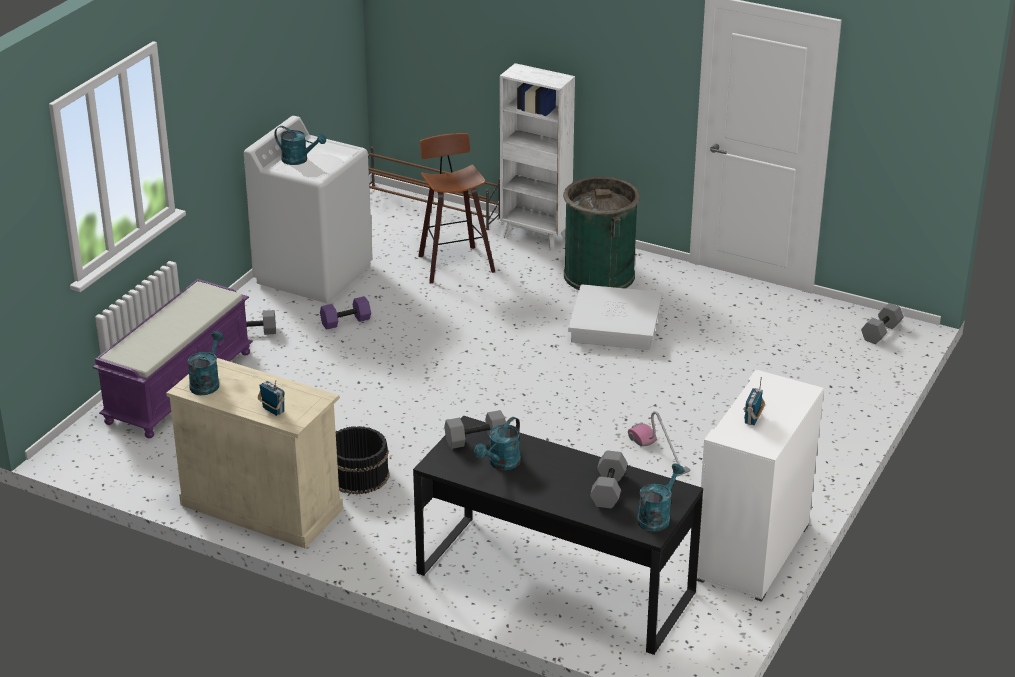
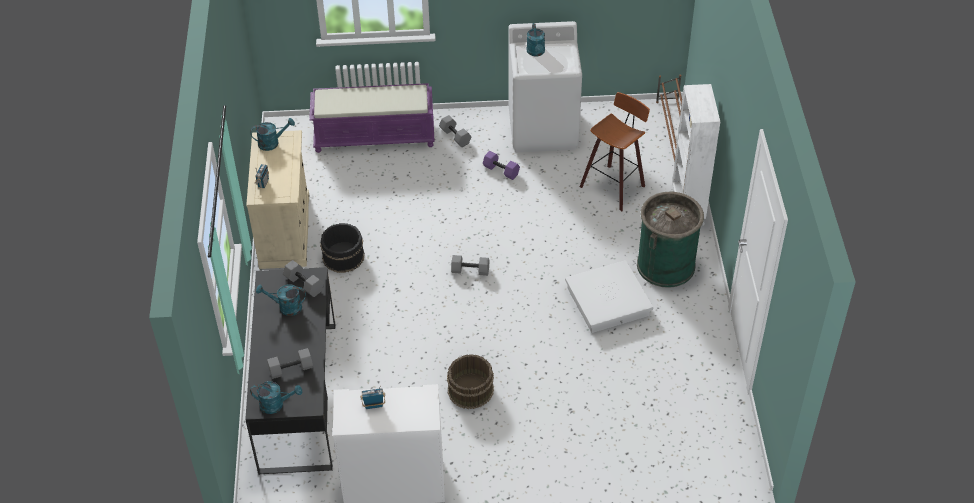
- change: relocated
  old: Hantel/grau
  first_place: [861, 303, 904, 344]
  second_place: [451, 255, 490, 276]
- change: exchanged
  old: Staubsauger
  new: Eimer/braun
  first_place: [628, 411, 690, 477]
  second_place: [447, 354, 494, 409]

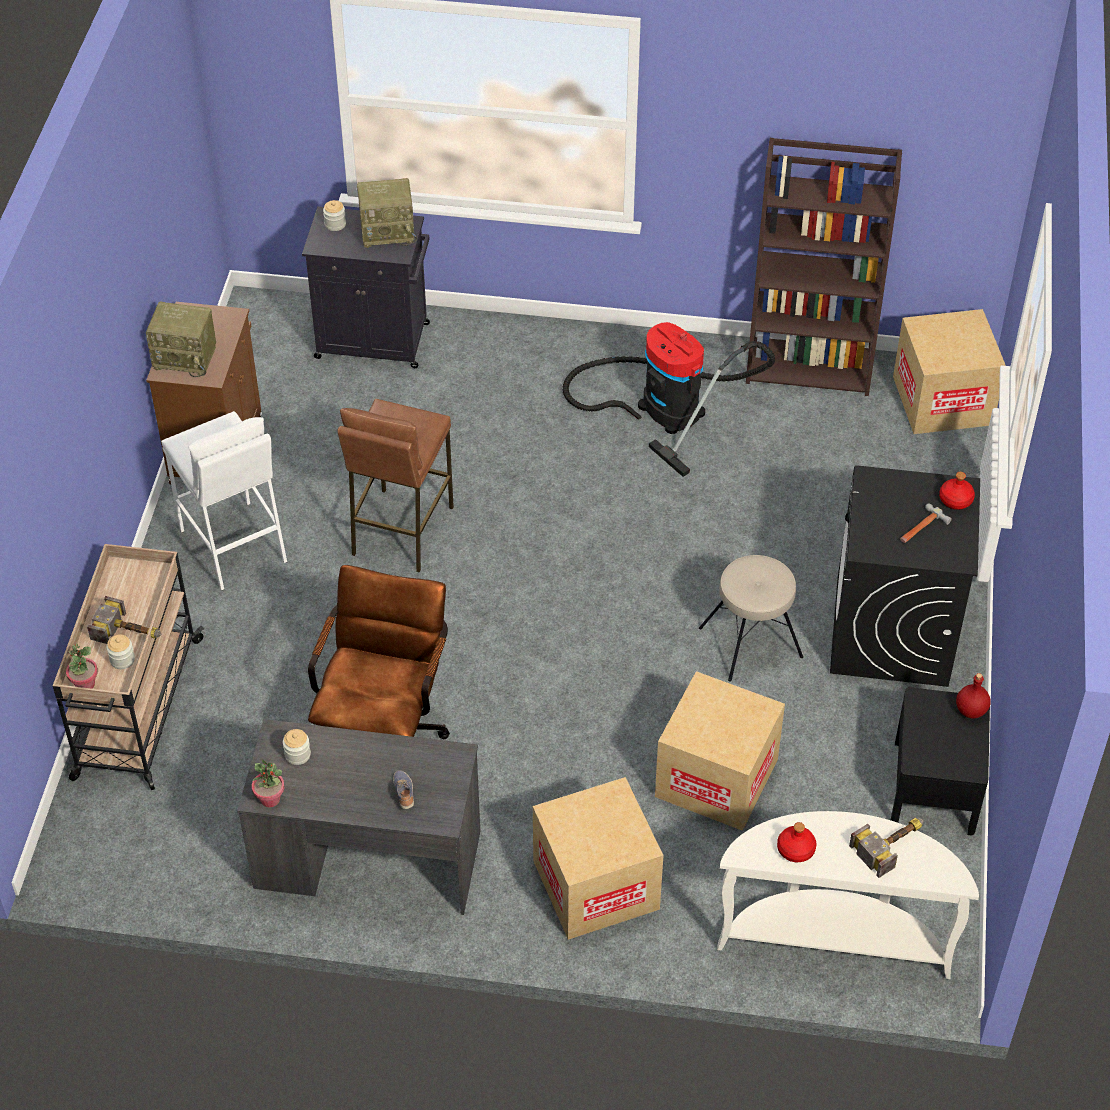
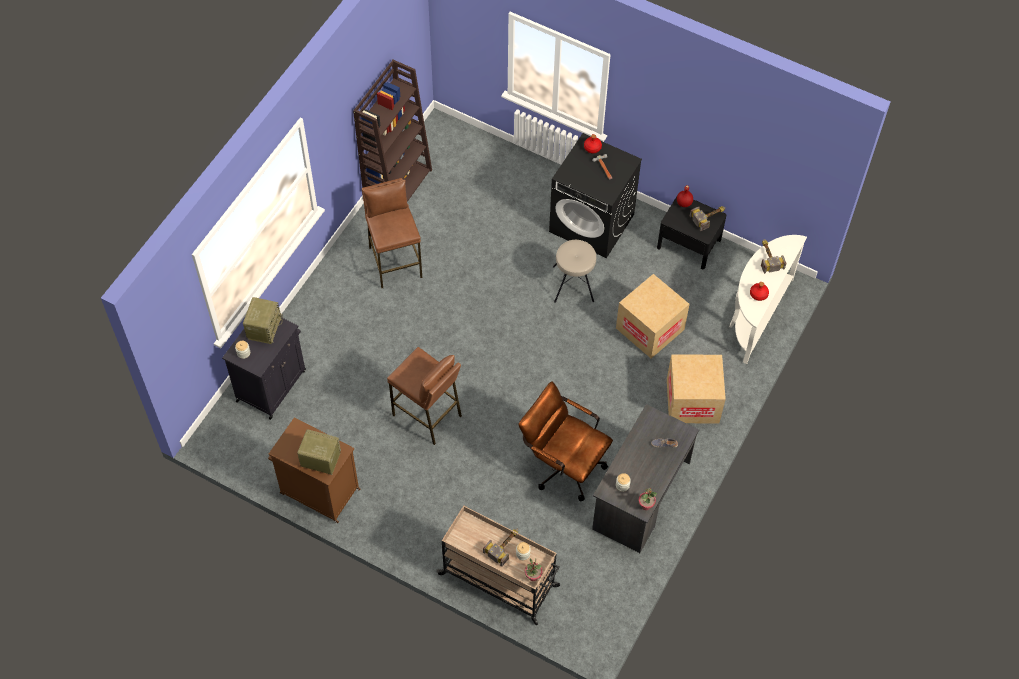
- change: spun
  old: Radio
  first_place: [146, 302, 216, 377]
  second_place: [297, 429, 341, 475]
  degrees: -105
- change: missing
  old: Karton
  first_place: [893, 309, 1006, 434]
- change: exchanged
  old: Staubsauger
  new: Hocker/braun
  first_place: [563, 322, 775, 477]
  second_place: [362, 178, 422, 288]
- change: missing
  old: Hocker/weiß
  first_place: [161, 411, 287, 591]
- change: appeared
  new: Hammer
  second_place: [690, 206, 725, 231]

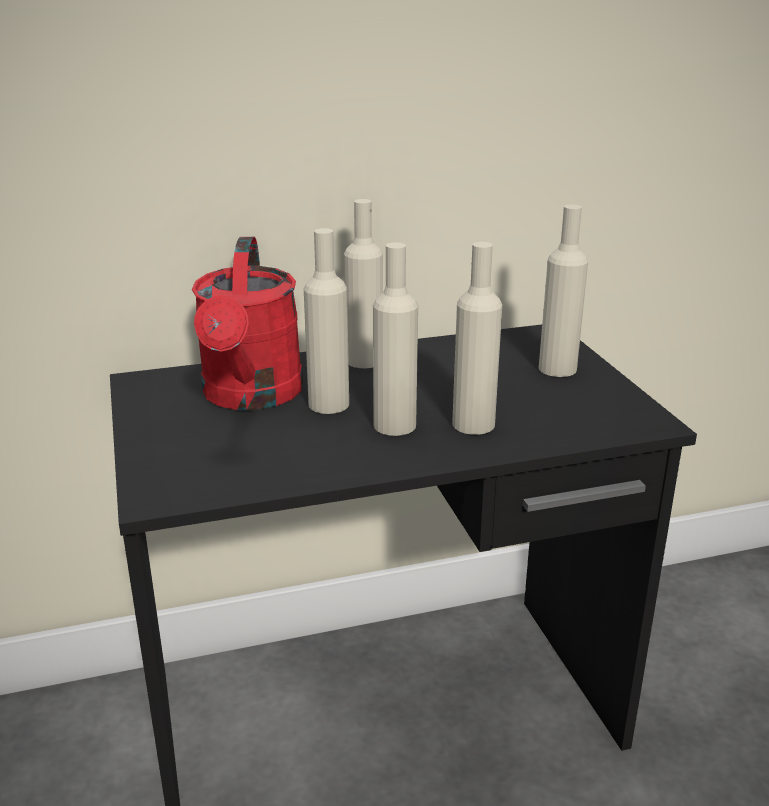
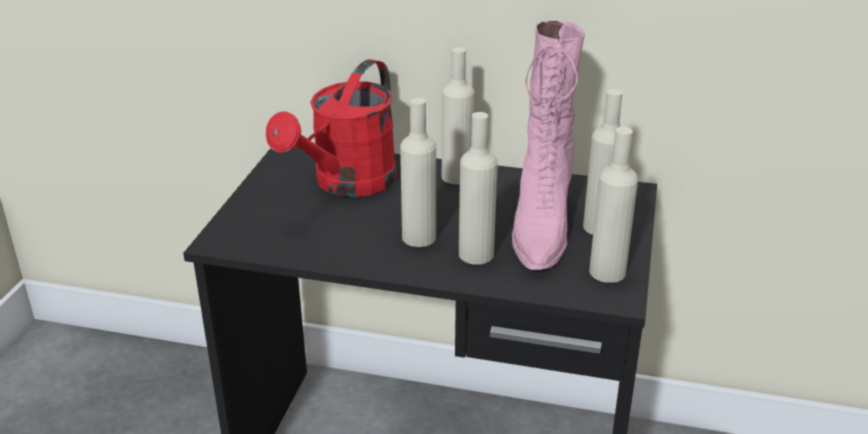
- change: relocated
  old: Flasche/beige
  first_place: [304, 228, 349, 414]
  second_place: [589, 127, 638, 283]
- change: appeared
  new: Stiefel/rosa
  second_place: [512, 20, 585, 270]

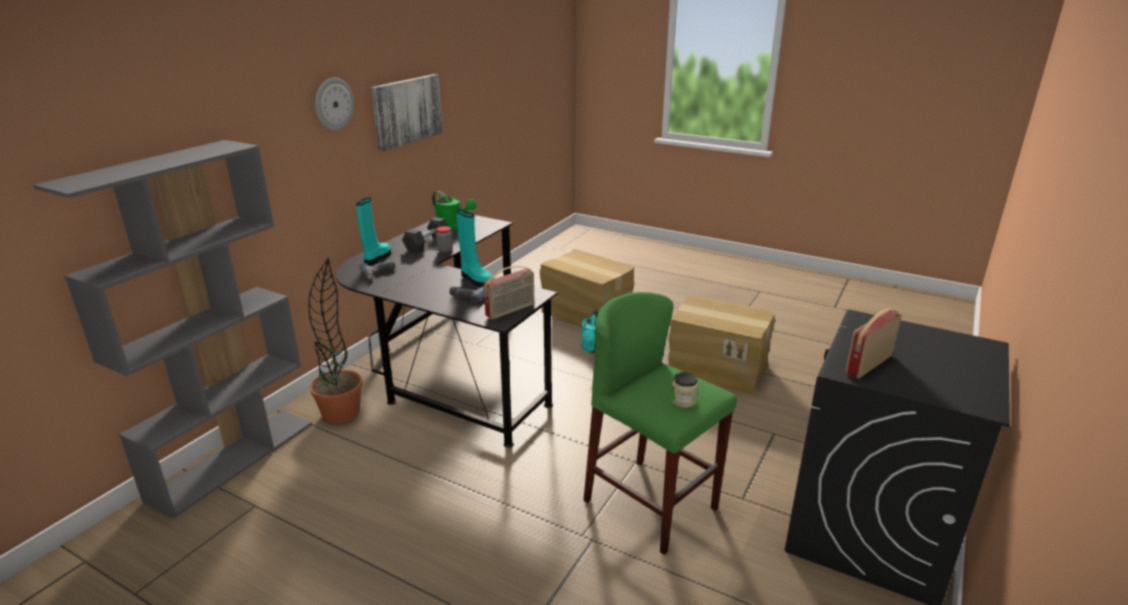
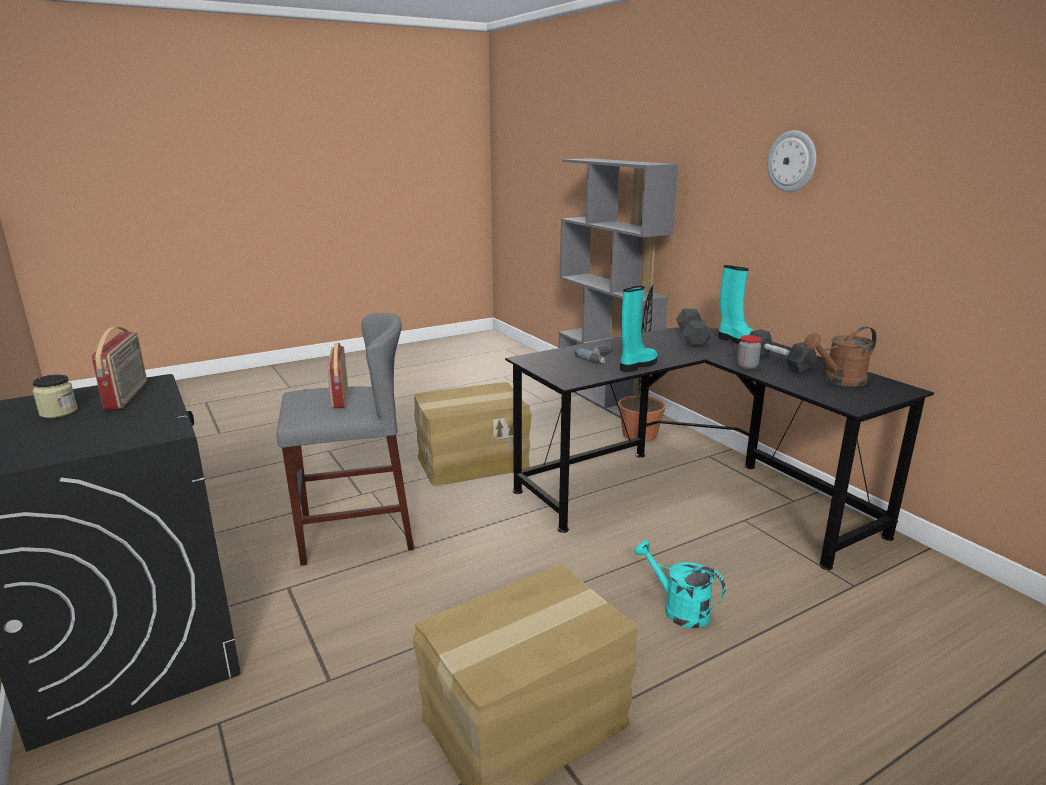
- change: missing
  old: Bild
  first_place: [371, 74, 443, 151]
- change: colour
  old: Gießkanne/grün
  new: Gießkanne/braun
  first_place: [432, 191, 476, 231]
  second_place: [804, 326, 877, 387]
- change: spun
  old: Stiefel/türkis
  first_place: [457, 210, 495, 287]
  second_place: [620, 286, 658, 372]
  degrees: 150
- change: relocated
  old: Karton
  first_place: [540, 249, 634, 327]
  second_place: [414, 382, 532, 486]
- change: exchanged
  old: Bohrmaschine
  new: Hantel/schwarz
  first_place: [359, 261, 395, 280]
  second_place: [676, 309, 712, 347]
- change: relocated
  old: Radio
  first_place: [484, 266, 534, 319]
  second_place: [327, 343, 348, 408]
- change: colour
  old: Hocker/grün
  new: Hocker/grau
  first_place: [583, 292, 737, 555]
  second_place: [277, 313, 414, 566]
- change: relocated
  old: Vorratsglas
  first_place: [671, 372, 698, 408]
  second_place: [33, 374, 78, 418]

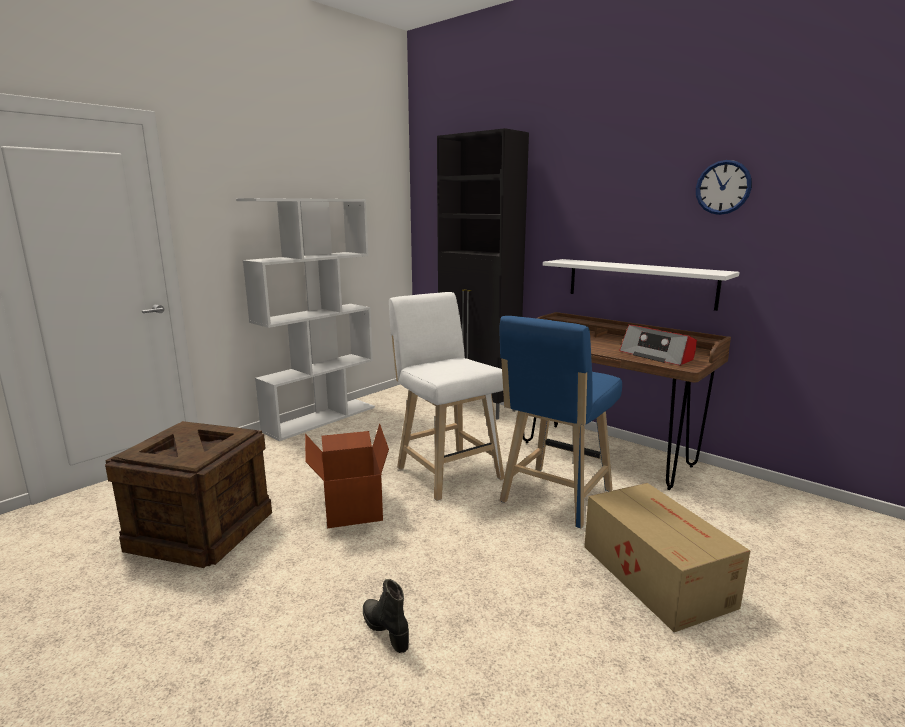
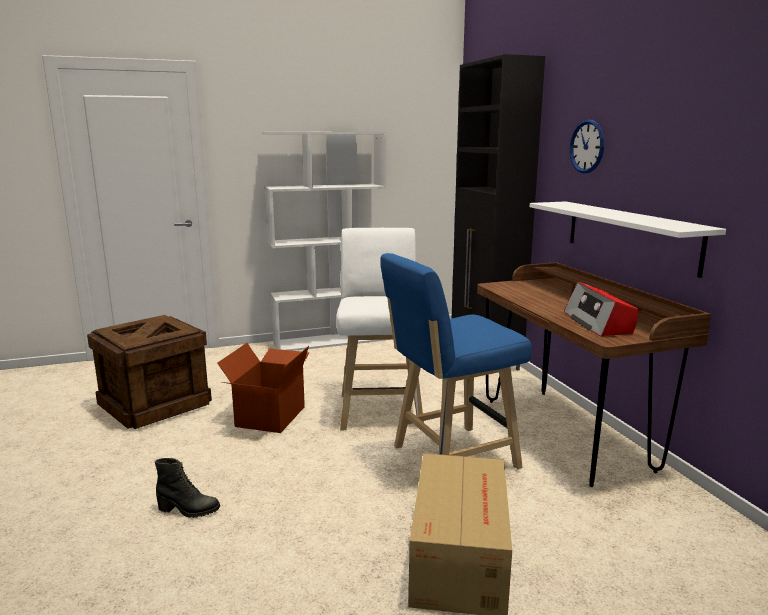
- change: relocated
  old: Wanduhr
  first_place: [696, 160, 752, 215]
  second_place: [570, 120, 604, 173]
- change: spun
  old: Stiefel/schwarz
  first_place: [363, 579, 409, 653]
  second_place: [155, 458, 220, 518]
  degrees: 105

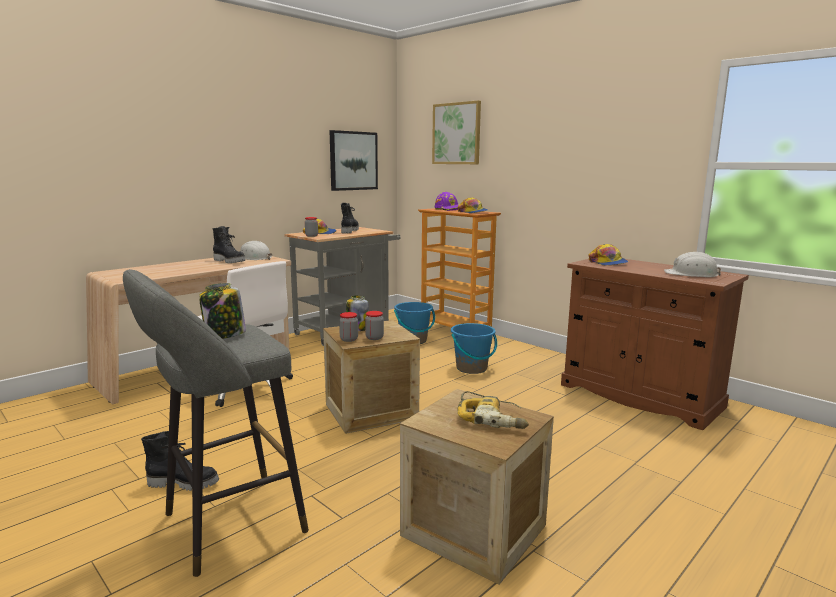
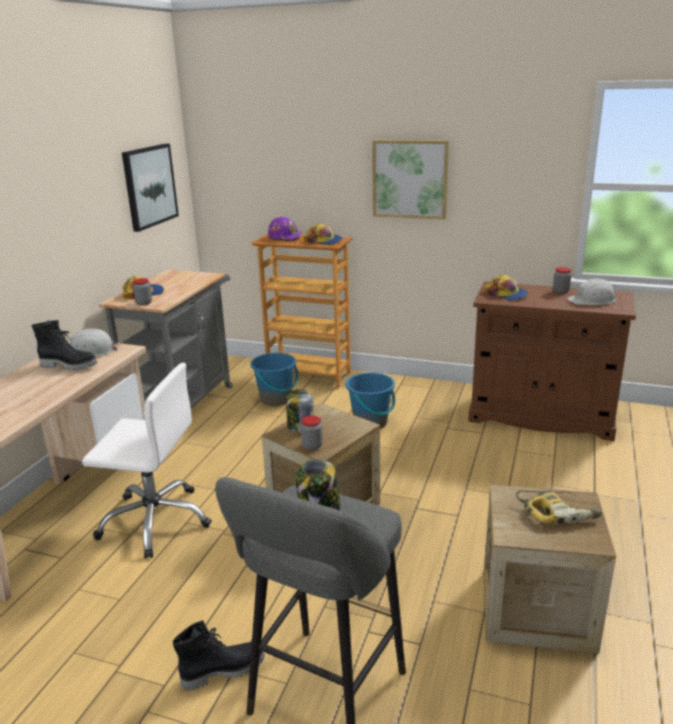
- change: relocated
  old: Bild
  first_place: [432, 101, 481, 164]
  second_place: [372, 140, 449, 219]
- change: missing
  old: Stiefel/schwarz
  first_place: [341, 203, 359, 233]
- change: relocated
  old: Vorratsglas
  first_place: [365, 311, 384, 340]
  second_place: [553, 267, 571, 294]

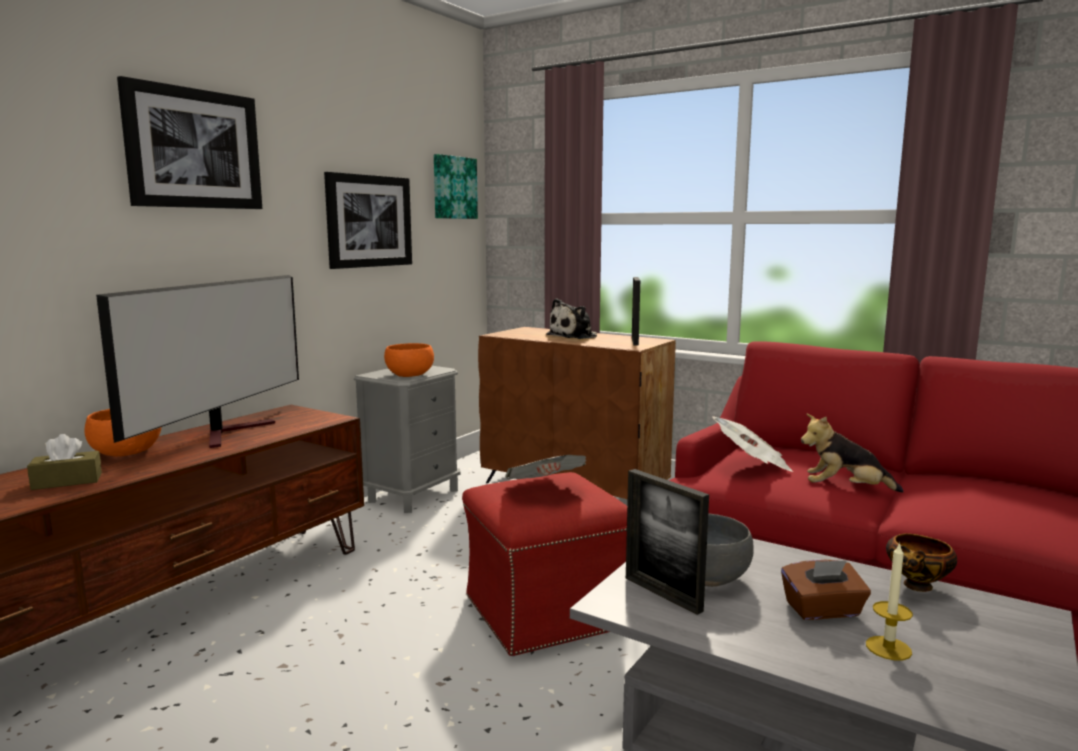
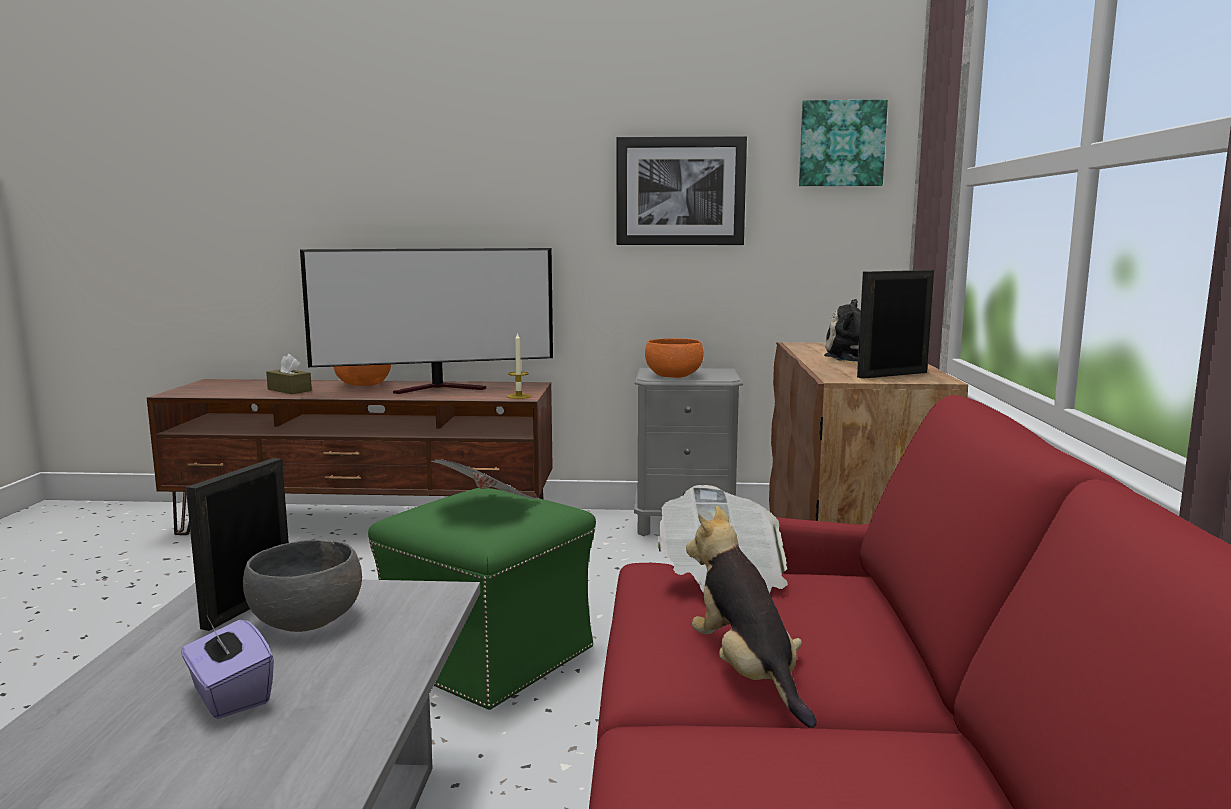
- change: missing
  old: Bild
  first_place: [117, 76, 262, 209]
- change: colour
  old: Polsterhocker/rot
  new: Polsterhocker/grün
  first_place: [462, 472, 627, 657]
  second_place: [368, 488, 596, 710]
- change: missing
  old: Schüssel
  first_place: [886, 533, 957, 592]
- change: relocated
  old: Kerze
  first_place: [866, 542, 913, 660]
  second_place: [507, 332, 531, 399]
- change: colour
  old: Taschentuchbox/braun
  new: Taschentuchbox/lila
  first_place: [781, 560, 871, 620]
  second_place: [181, 616, 274, 719]

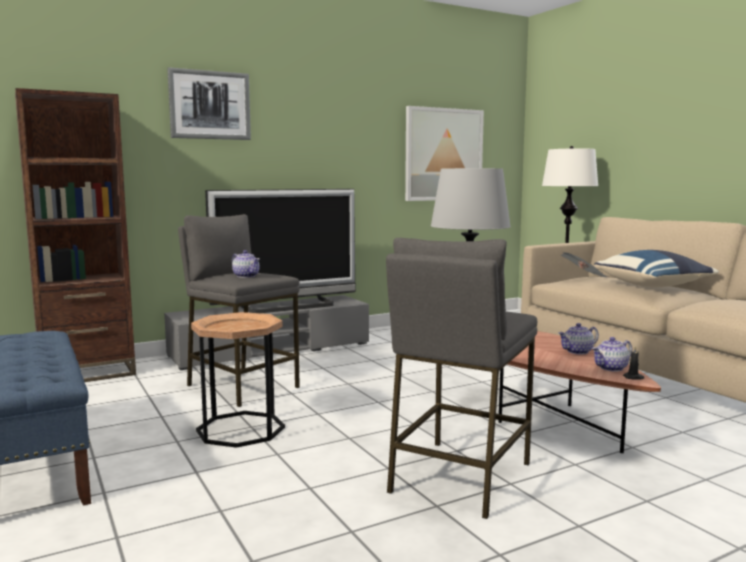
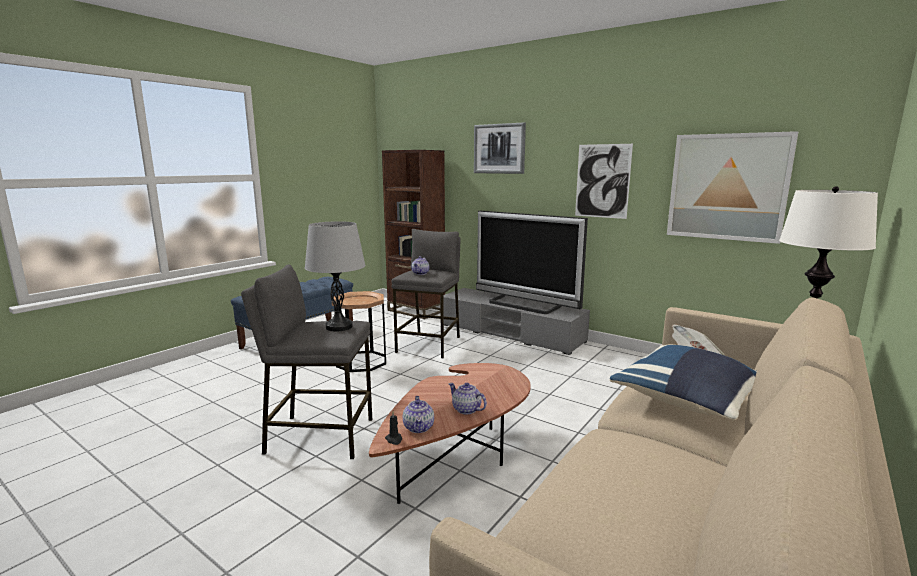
- change: spun
  old: Teekanne
  first_place: [592, 337, 632, 371]
  second_place: [403, 396, 434, 433]
  degrees: -135
- change: appeared
  new: Bild
  second_place: [575, 144, 633, 219]

